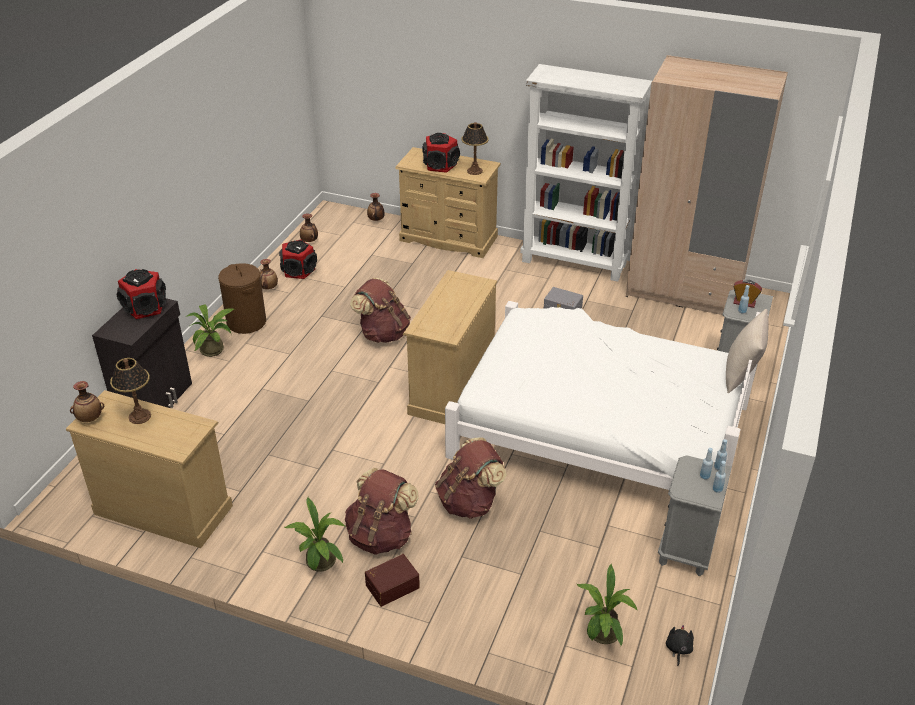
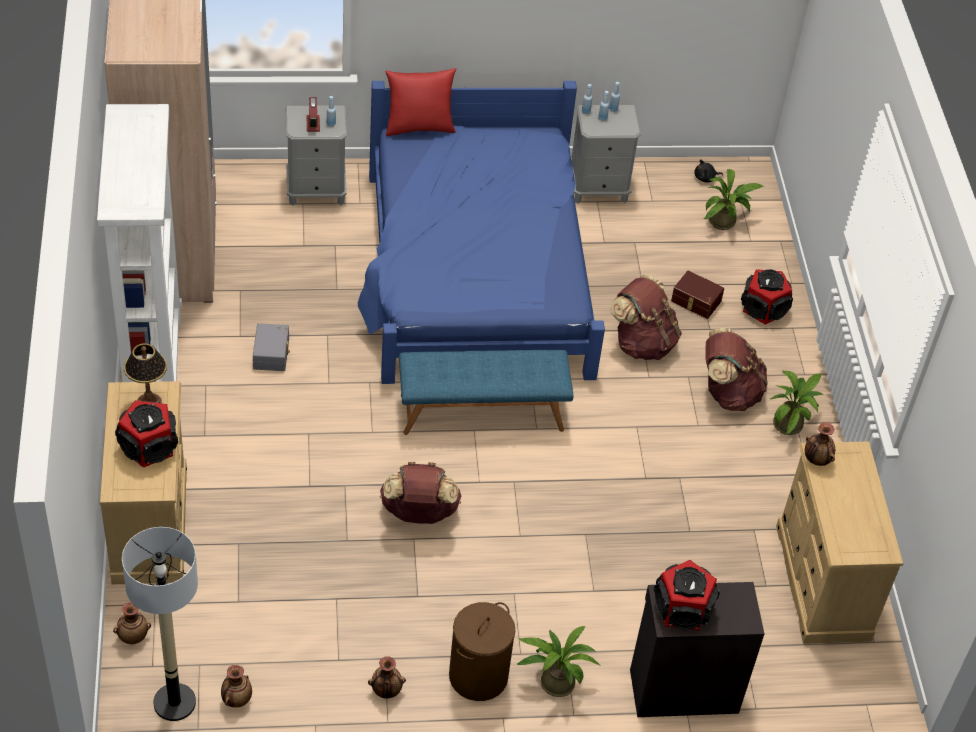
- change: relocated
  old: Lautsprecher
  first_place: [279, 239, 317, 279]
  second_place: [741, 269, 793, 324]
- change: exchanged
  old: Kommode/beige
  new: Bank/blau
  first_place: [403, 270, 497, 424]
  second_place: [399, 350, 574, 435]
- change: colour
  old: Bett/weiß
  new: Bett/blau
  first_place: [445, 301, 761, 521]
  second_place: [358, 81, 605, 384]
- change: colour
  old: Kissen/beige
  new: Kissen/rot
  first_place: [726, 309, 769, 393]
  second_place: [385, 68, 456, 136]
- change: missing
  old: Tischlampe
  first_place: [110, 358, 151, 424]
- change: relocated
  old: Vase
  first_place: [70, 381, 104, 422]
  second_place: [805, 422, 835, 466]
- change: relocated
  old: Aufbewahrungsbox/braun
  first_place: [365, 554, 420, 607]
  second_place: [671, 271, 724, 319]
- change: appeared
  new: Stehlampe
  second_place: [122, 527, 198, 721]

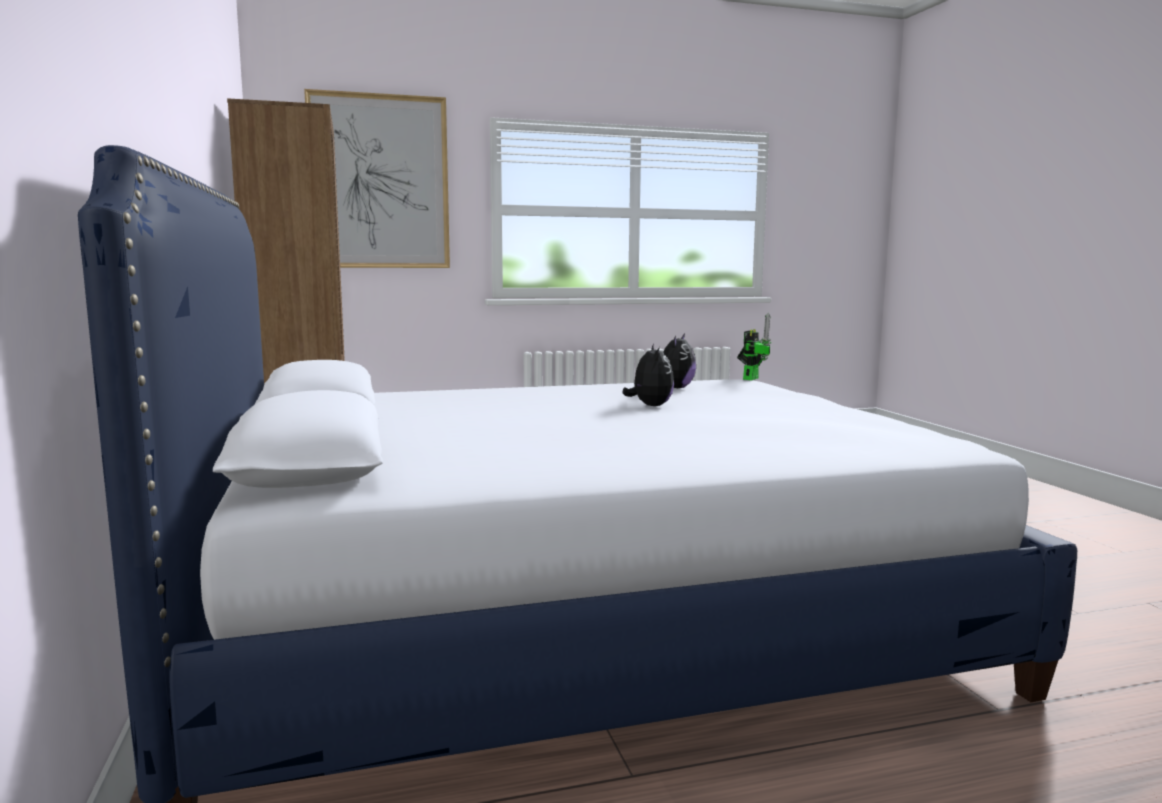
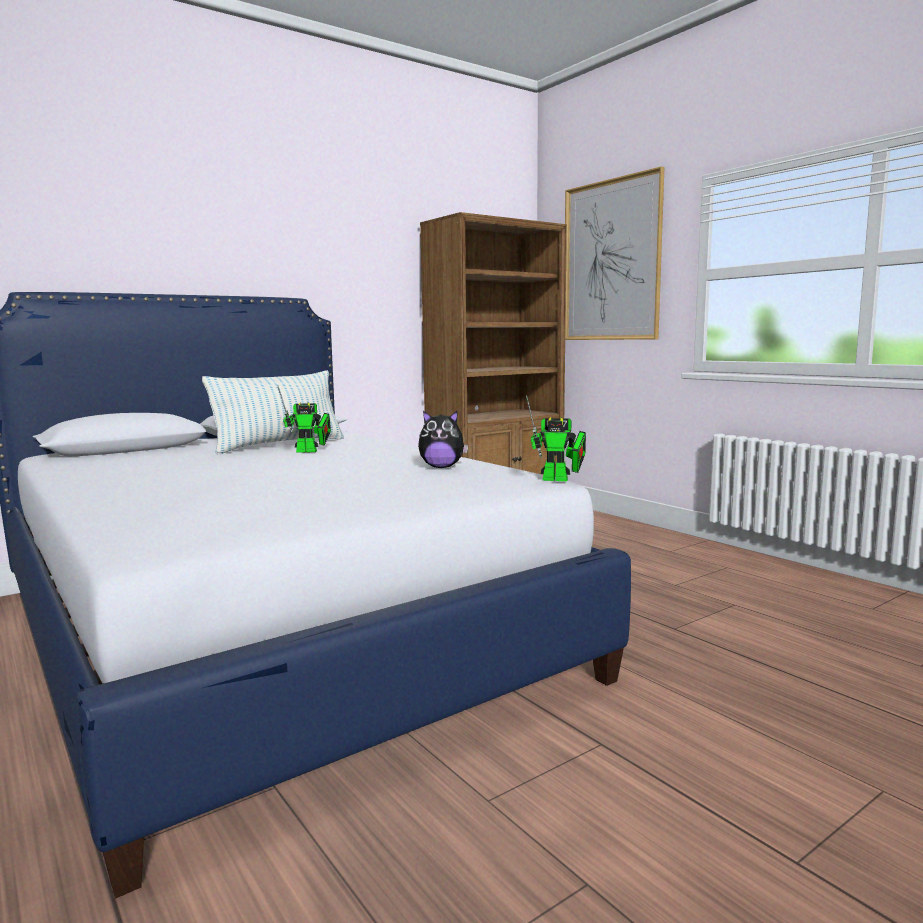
- change: missing
  old: Plüschtier
  first_place: [623, 344, 674, 406]
- change: appeared
  new: Kissen
  second_place: [202, 370, 344, 454]
- change: appeared
  new: Spielzeugroboter
  second_place: [277, 385, 331, 453]

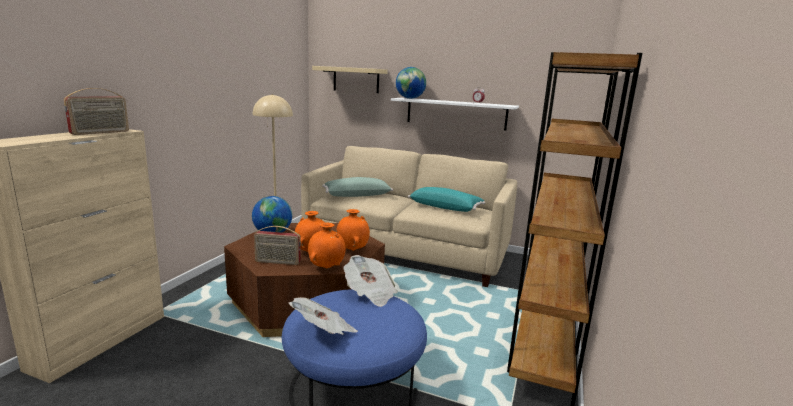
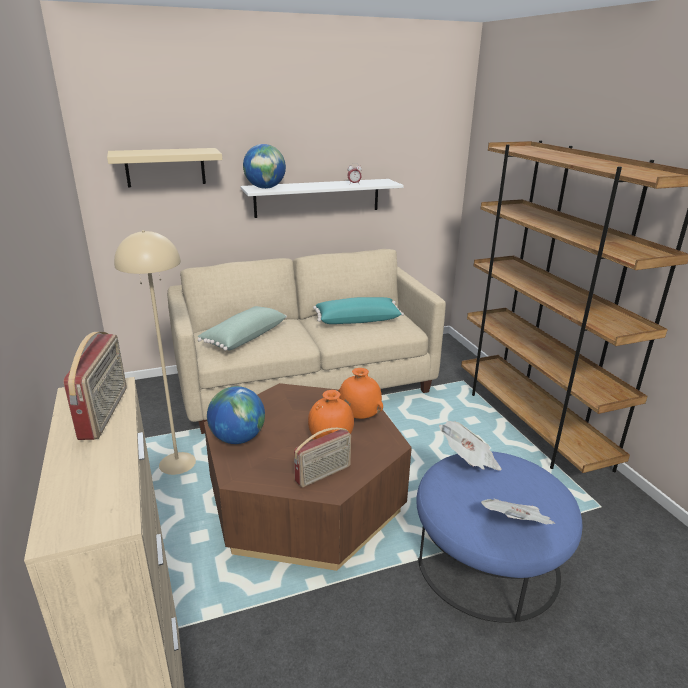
- change: missing
  old: Vase/orange
  first_place: [308, 223, 346, 268]

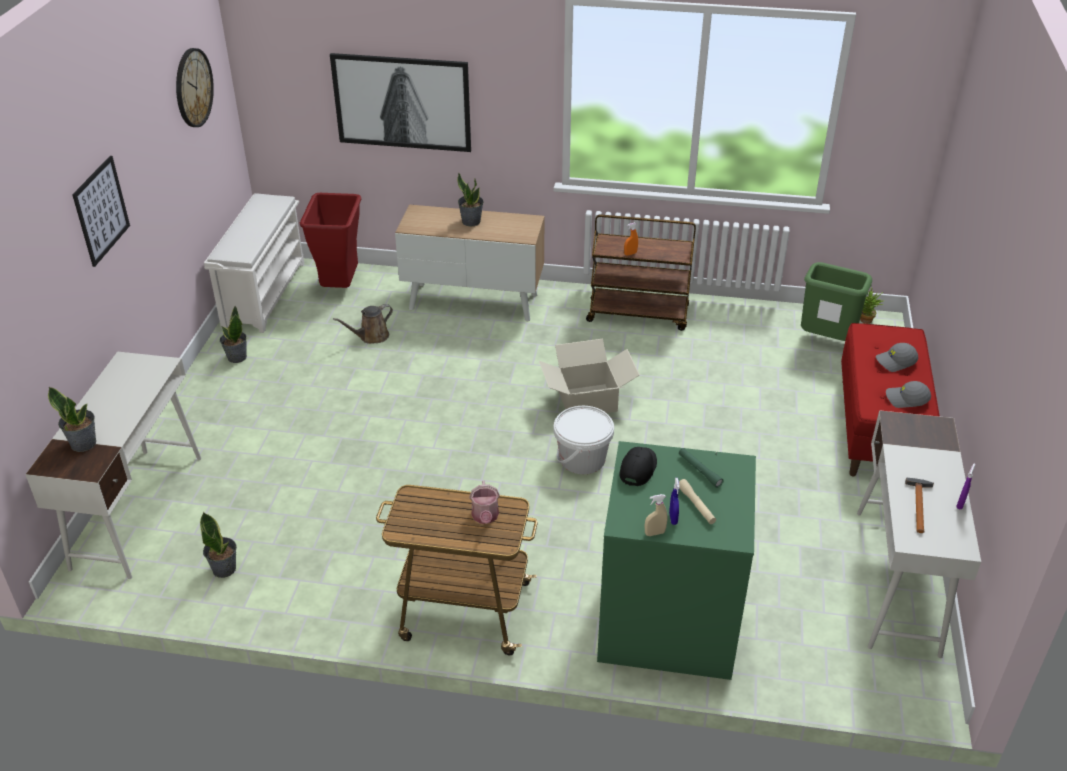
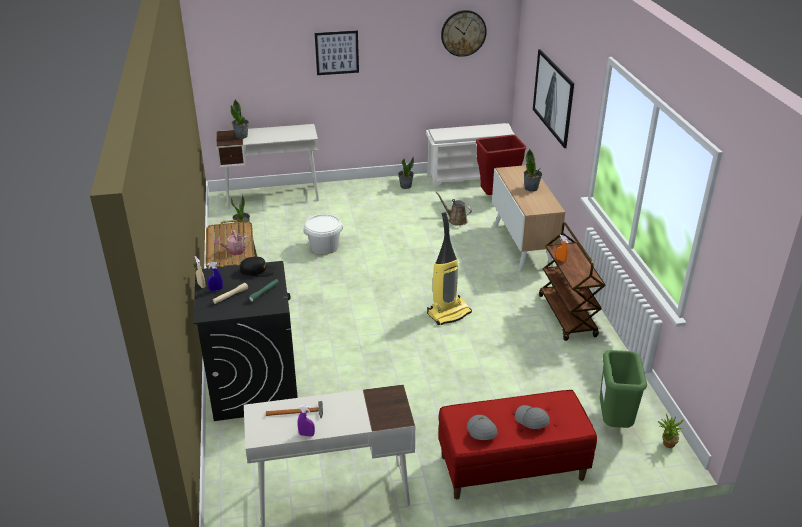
- change: exchanged
  old: Karton
  new: Staubsauger
  first_place: [539, 339, 640, 413]
  second_place: [427, 212, 472, 325]
- change: relocated
  old: Eimer/weiß
  first_place: [553, 406, 614, 474]
  second_place: [303, 214, 343, 254]
- change: colour
  old: Waschmaschine/grün
  new: Waschmaschine/schwarz
  first_place: [597, 441, 756, 680]
  second_place: [194, 261, 298, 421]

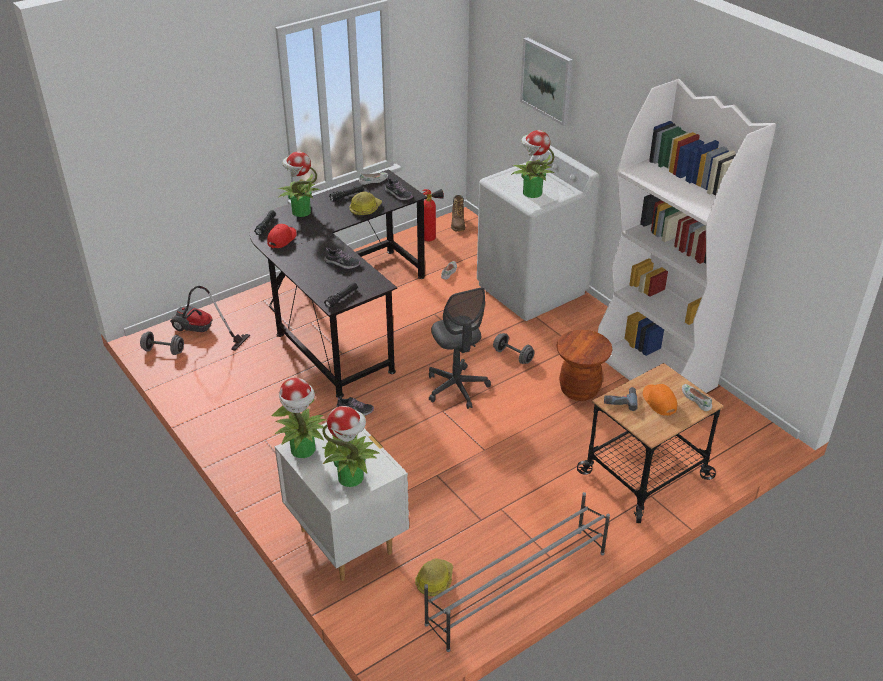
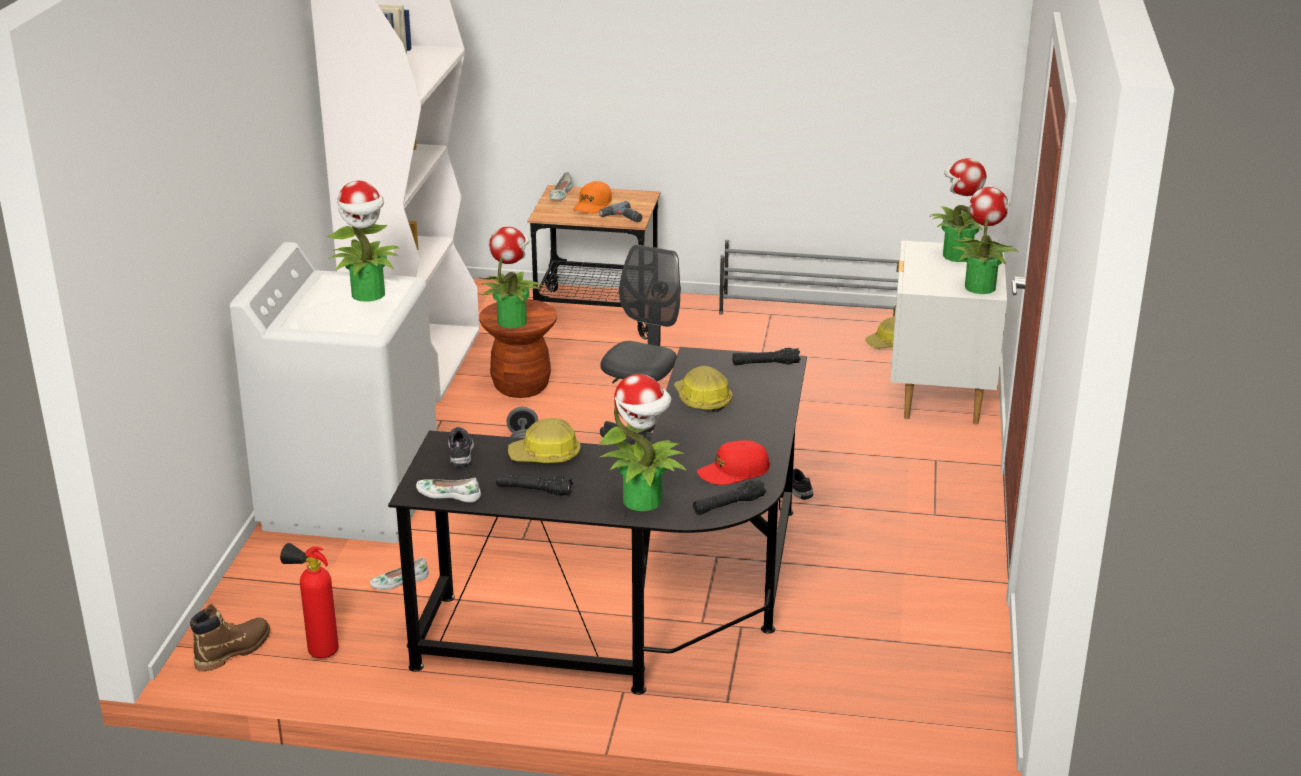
- change: missing
  old: Bild
  first_place: [520, 37, 573, 126]
- change: exchanged
  old: Schuh
  new: Schutzhelm
  first_place: [324, 247, 361, 269]
  second_place: [674, 366, 733, 413]
- change: missing
  old: Staubsauger
  first_place: [170, 286, 250, 351]
- change: missing
  old: Hantel/grau
  first_place: [140, 331, 184, 355]
- change: appeared
  new: Topfpflanze
  second_place: [479, 227, 545, 329]

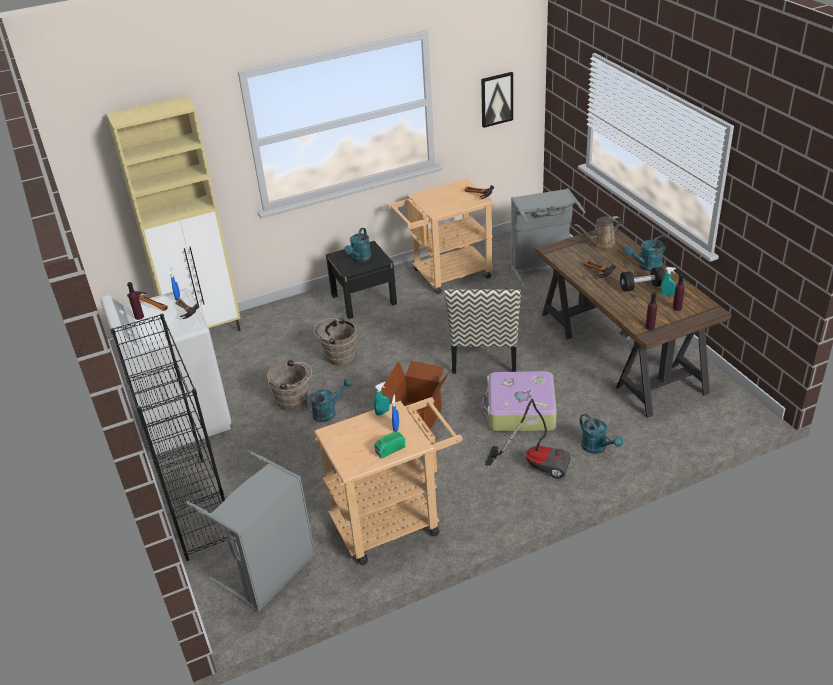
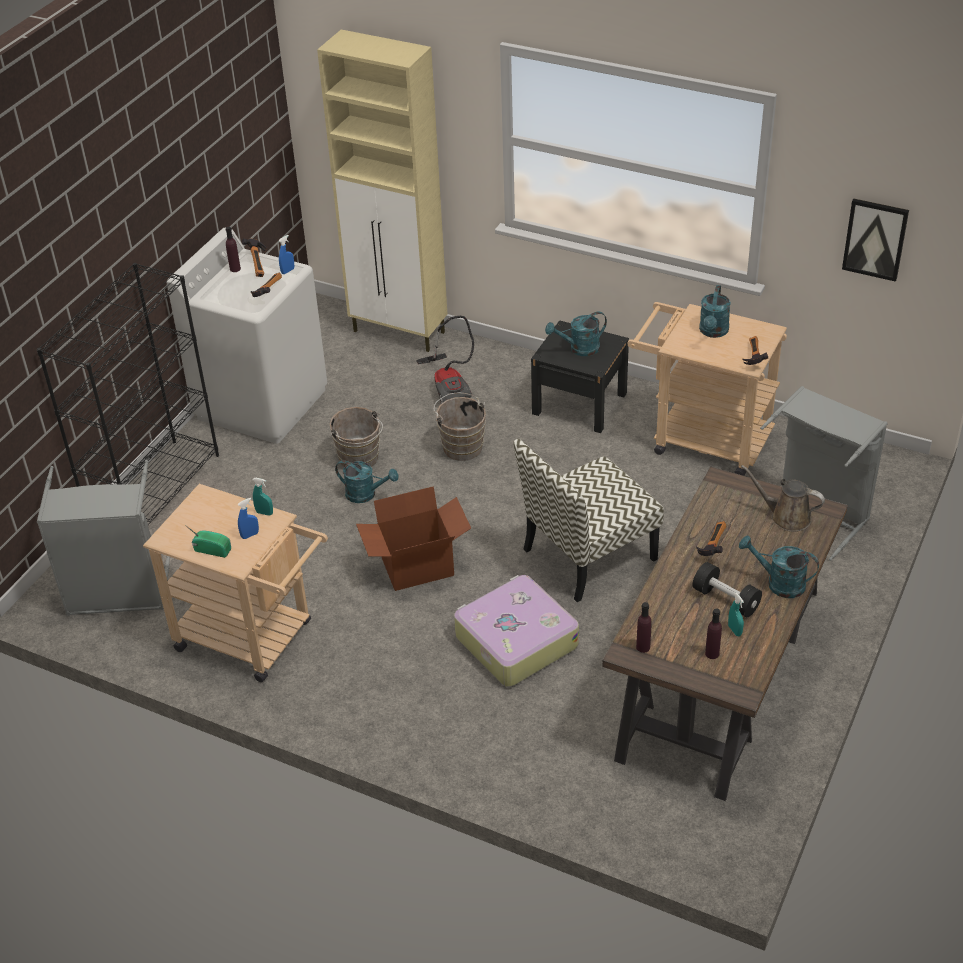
- change: relocated
  old: Staubsauger
  first_place: [485, 399, 571, 479]
  second_place: [416, 316, 474, 404]
- change: relocated
  old: Gießkanne/türkis
  first_place: [580, 414, 623, 454]
  second_place: [699, 285, 731, 338]

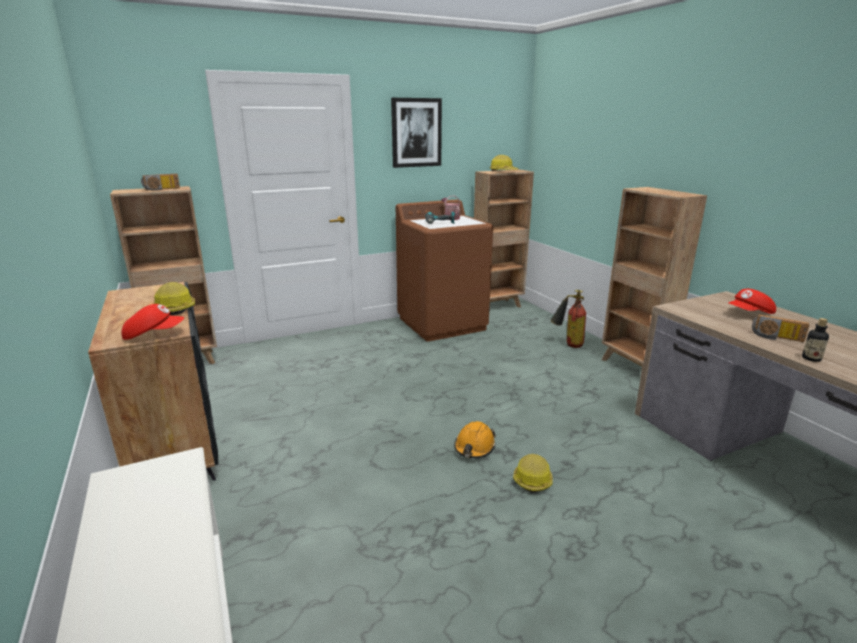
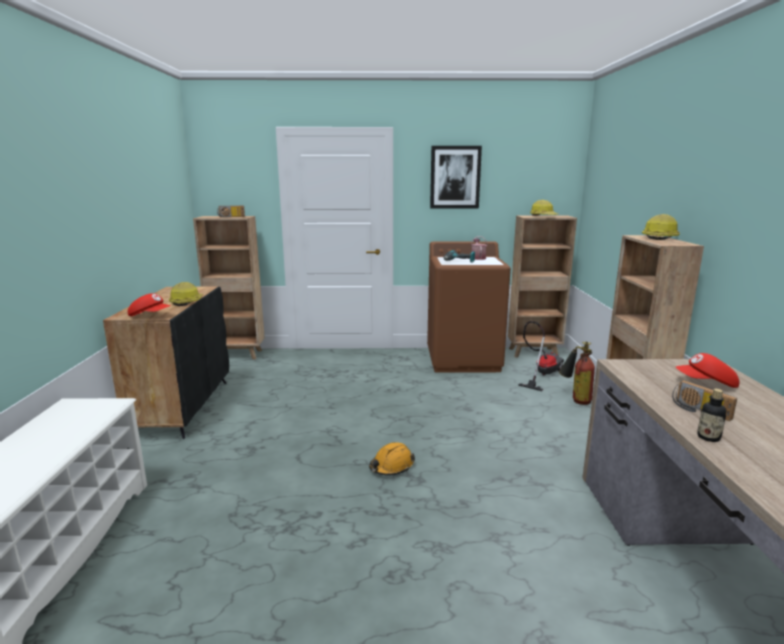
- change: relocated
  old: Schutzhelm
  first_place: [513, 454, 553, 493]
  second_place: [642, 214, 680, 240]
- change: appeared
  new: Staubsauger
  second_place: [518, 321, 564, 391]

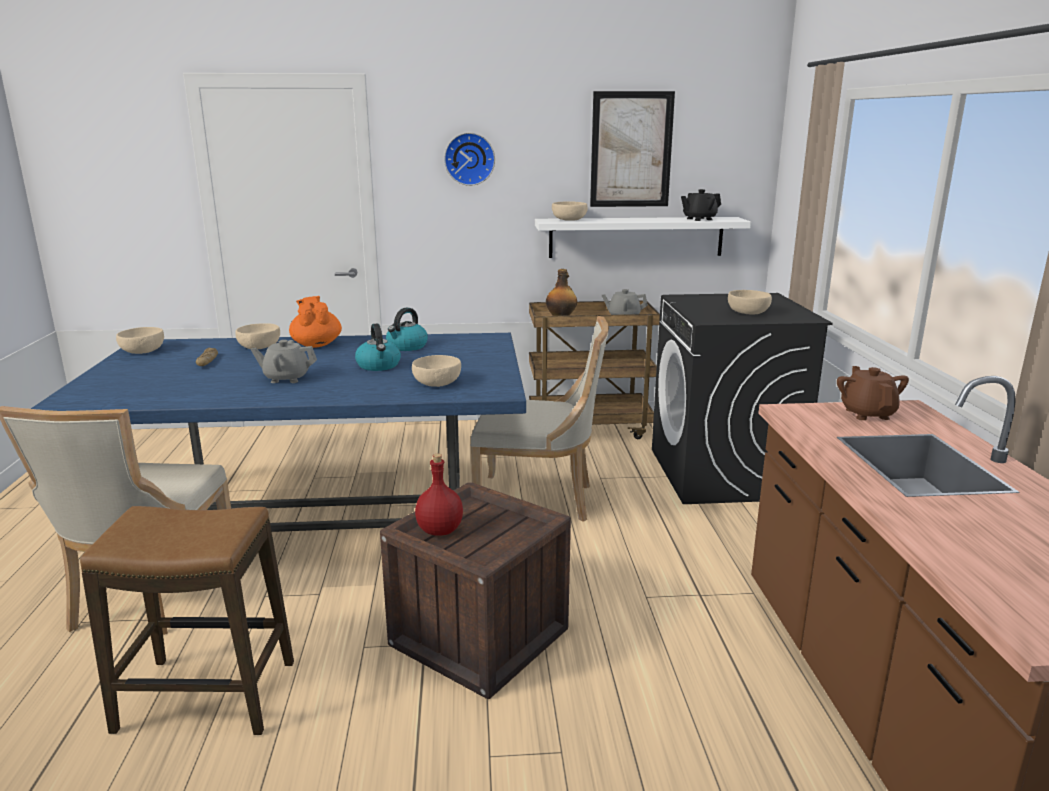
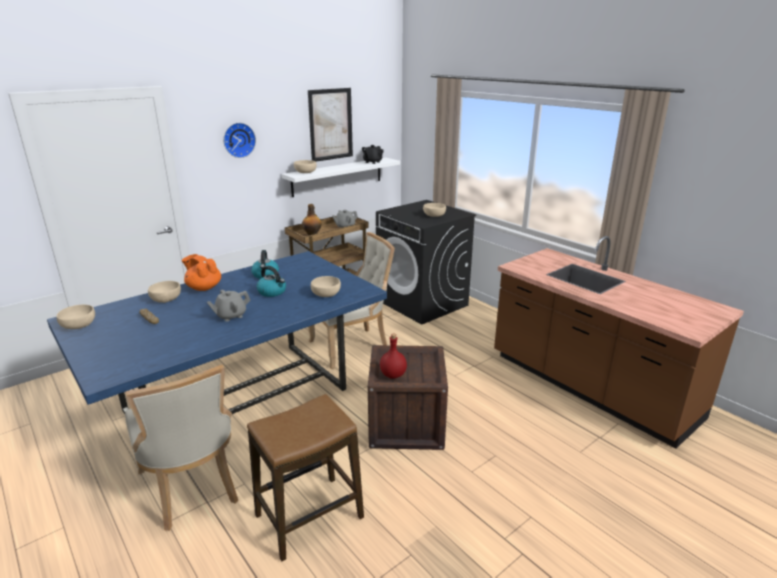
- change: missing
  old: Teekanne/braun
  first_place: [837, 366, 909, 420]

